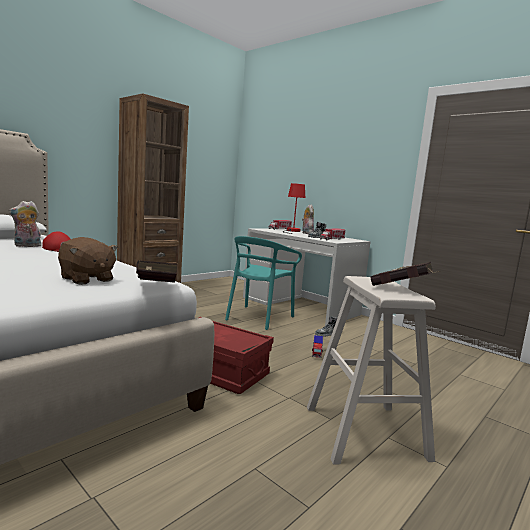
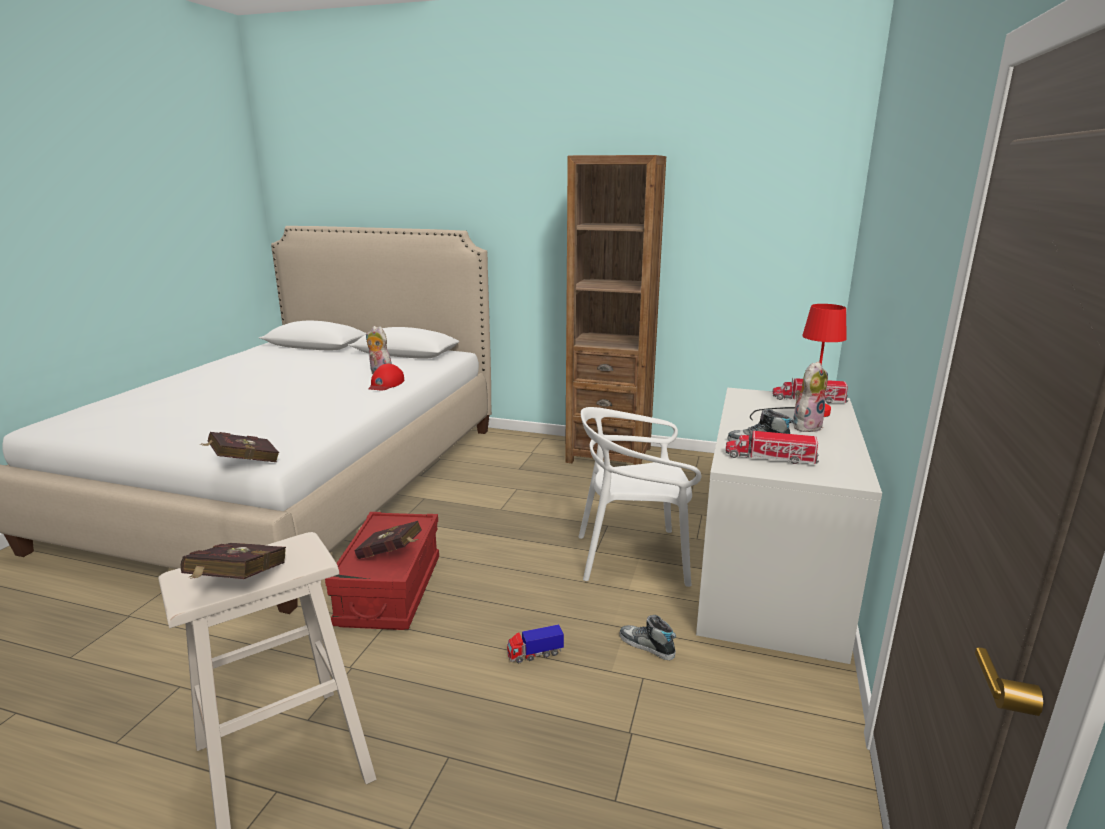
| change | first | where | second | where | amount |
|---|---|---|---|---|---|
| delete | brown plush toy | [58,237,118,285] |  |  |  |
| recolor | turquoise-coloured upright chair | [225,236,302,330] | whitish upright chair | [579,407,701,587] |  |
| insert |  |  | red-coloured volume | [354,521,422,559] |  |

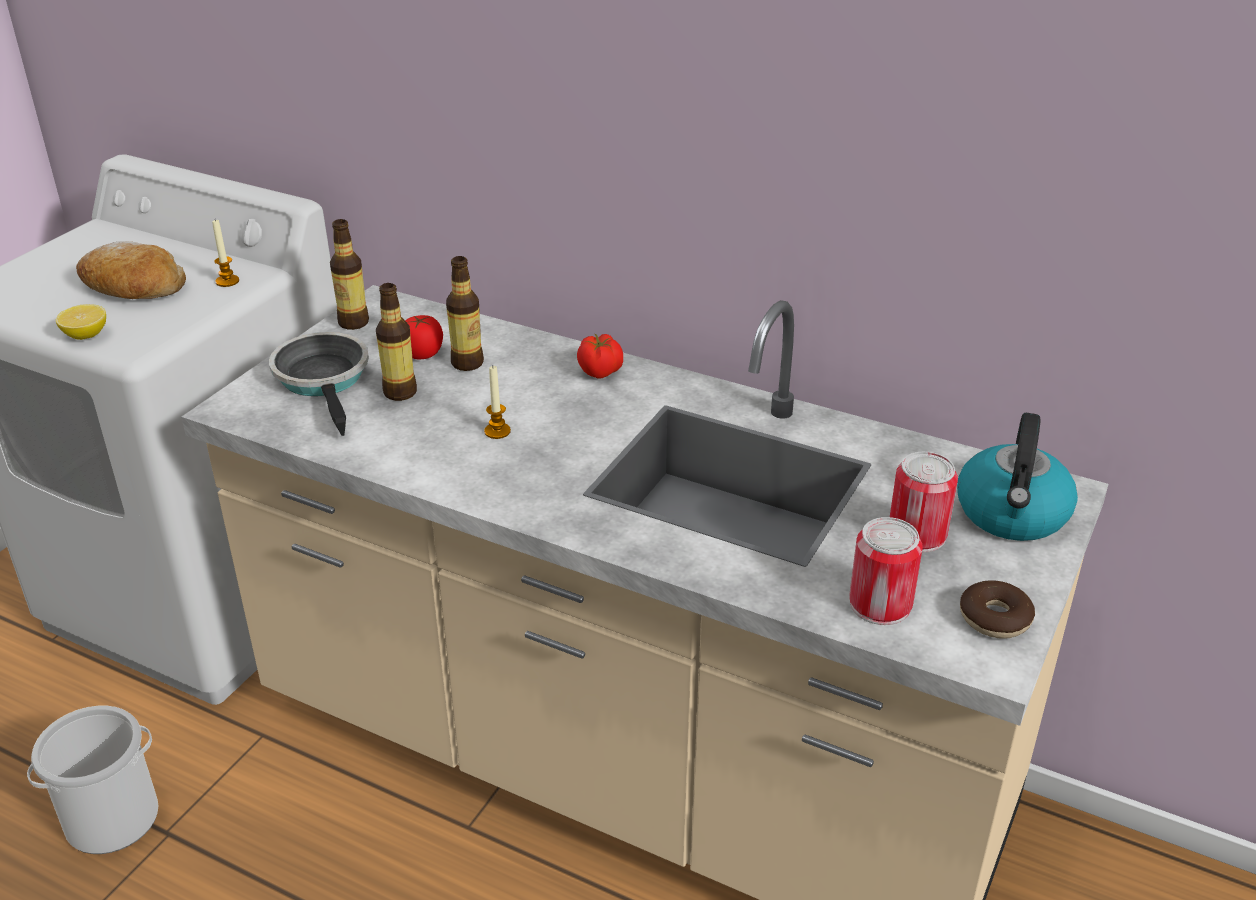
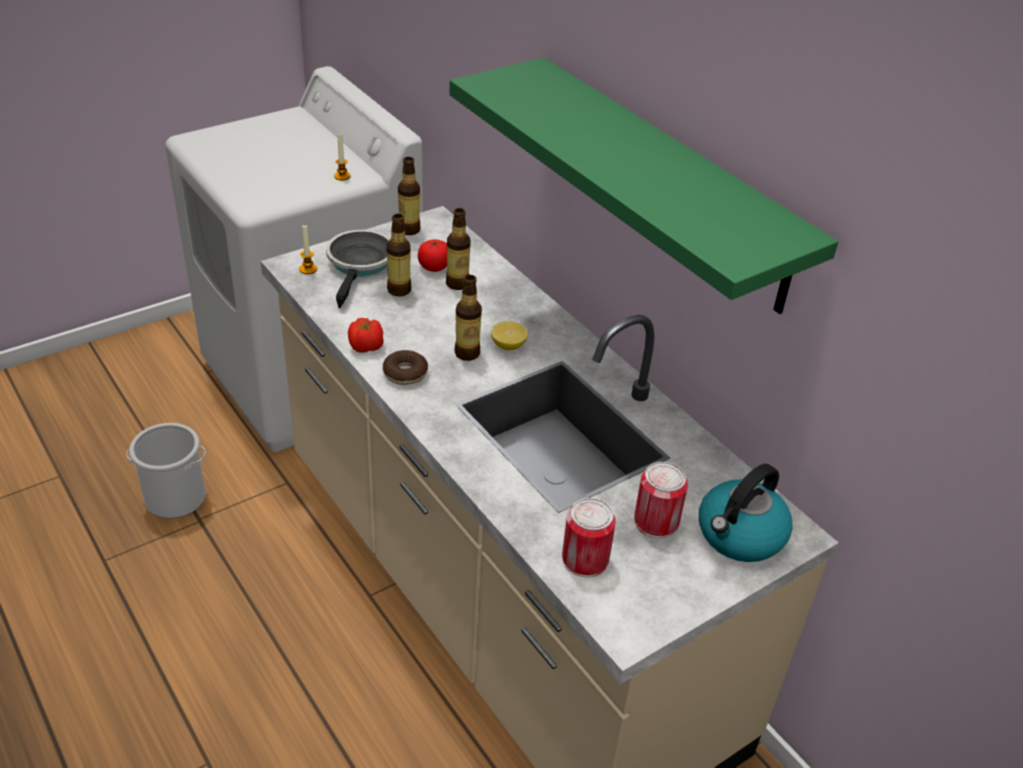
| change | first | where | second | where | amount |
|---|---|---|---|---|---|
| move | lemon | [56,304,106,340] |  | [491,321,528,350] |  |
| delete | bakery bread | [76,241,186,299] |  |  |  |
| move | wax light | [484,366,511,439] |  | [299,224,317,274] |  |
| move | whole tomato | [577,334,623,378] |  | [348,317,384,353] |  |
| move | doughnut | [960,580,1035,639] |  | [383,350,428,385] |  |
| insert |  |  | green wall shelf | [449,57,838,314] |  |
| insert |  |  | beverage bottle | [454,275,482,361] |  |

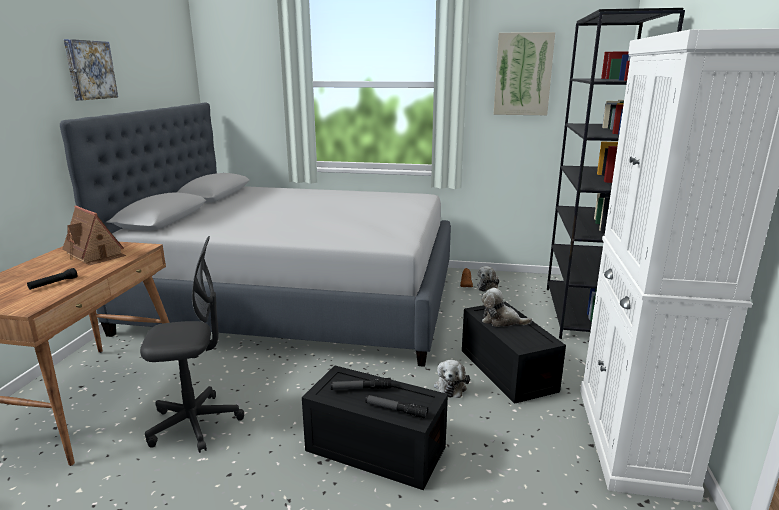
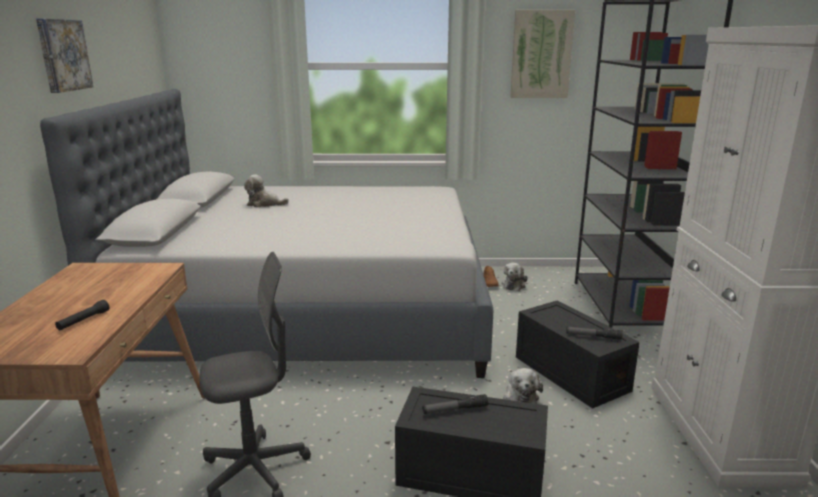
| change | first | where | second | where | amount |
|---|---|---|---|---|---|
| delete | miniature house | [62,206,126,265] |  |  |  |
| move | torch | [365,395,428,419] |  | [566,327,623,340] |  |
| move | plush toy | [481,288,532,327] |  | [244,175,289,207] |  |

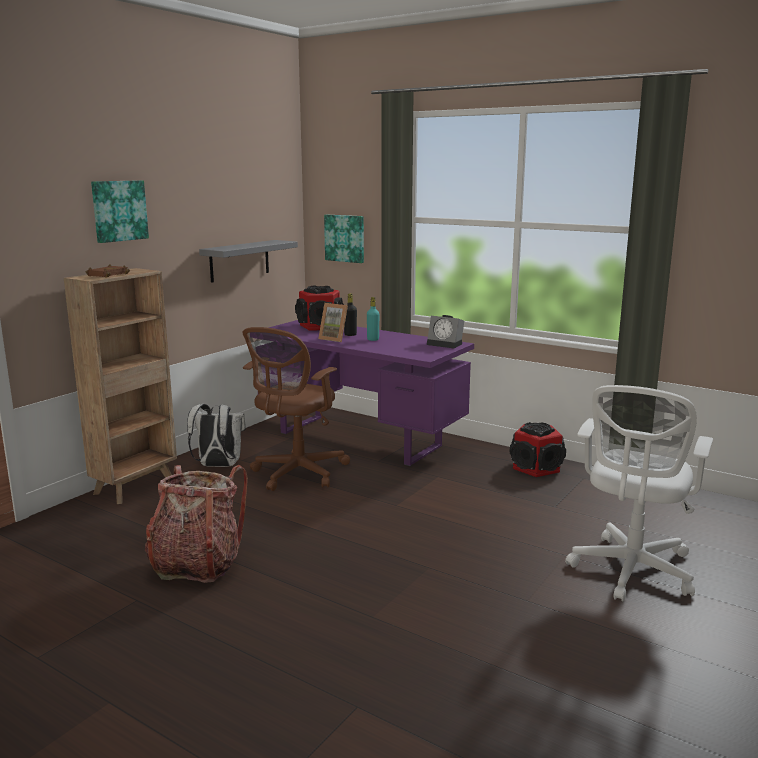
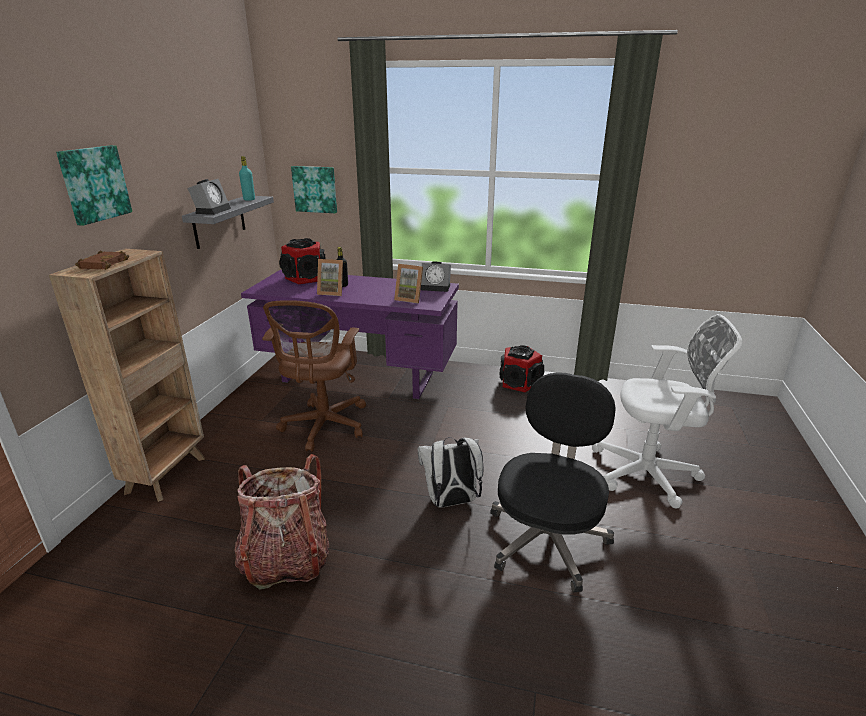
| change | first | where | second | where | amount |
|---|---|---|---|---|---|
| move | whitish knapsack | [187,404,246,467] |  | [418,437,483,508] |  |
| move | turquoise-coloured beverage bottle | [367,297,379,341] |  | [239,156,255,201] |  |
| rotate | whitish computer chair | [565,385,713,601] |  | [592,314,742,508] | 90 degrees counterclockwise |
| insert |  |  | table clock | [187,179,231,215] |  |
| insert |  |  | standing frame | [394,264,423,303] |  |
| insert |  |  | blackish computer chair | [490,372,616,592] |  |

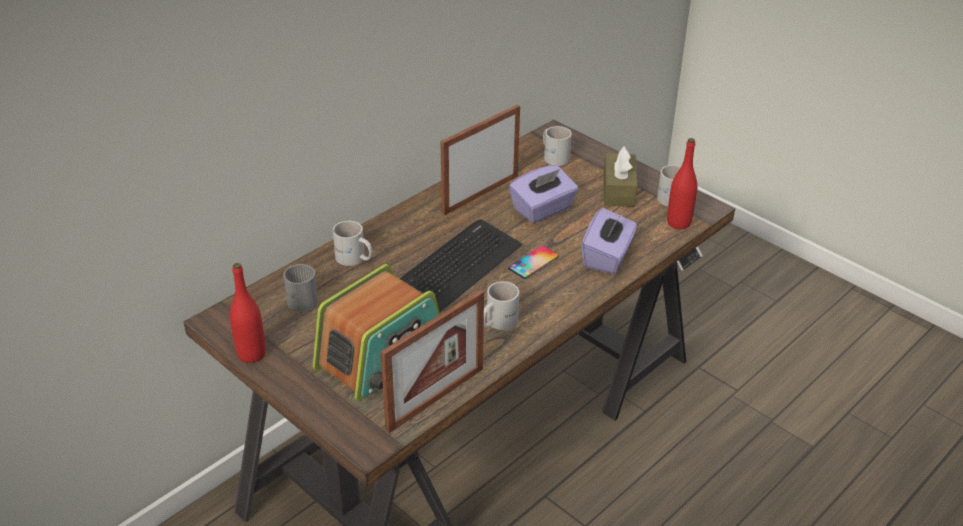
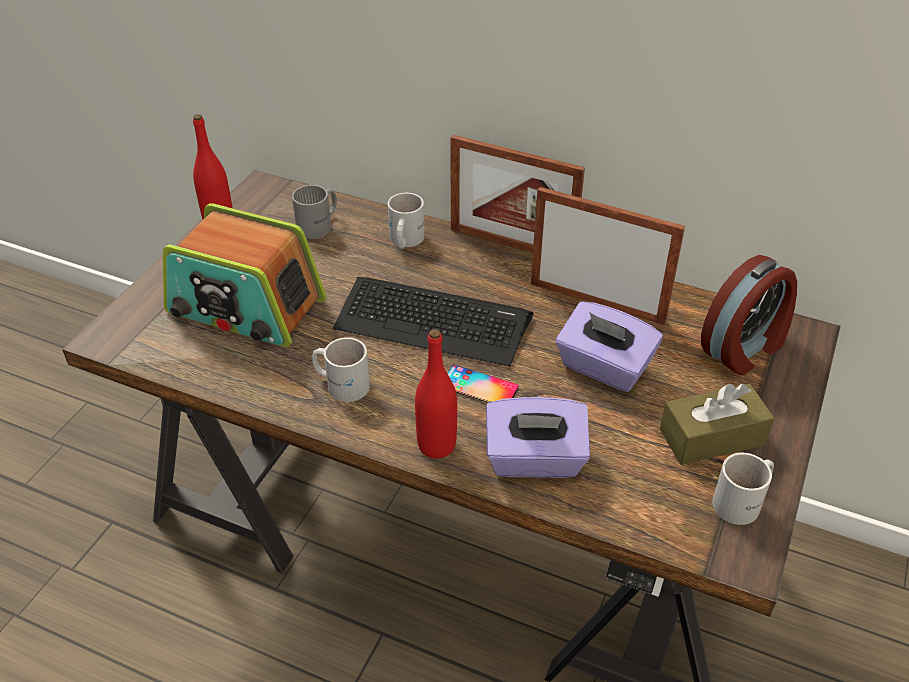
| change | first | where | second | where | amount |
|---|---|---|---|---|---|
| move | standing frame | [380,290,484,433] |  | [450,135,585,253] |  |
| replace | whitish mug | [543,126,572,166] | table clock | [701,255,797,375] |  |
| move | red-coloured beverage bottle | [667,138,697,230] |  | [415,329,457,458] |  |

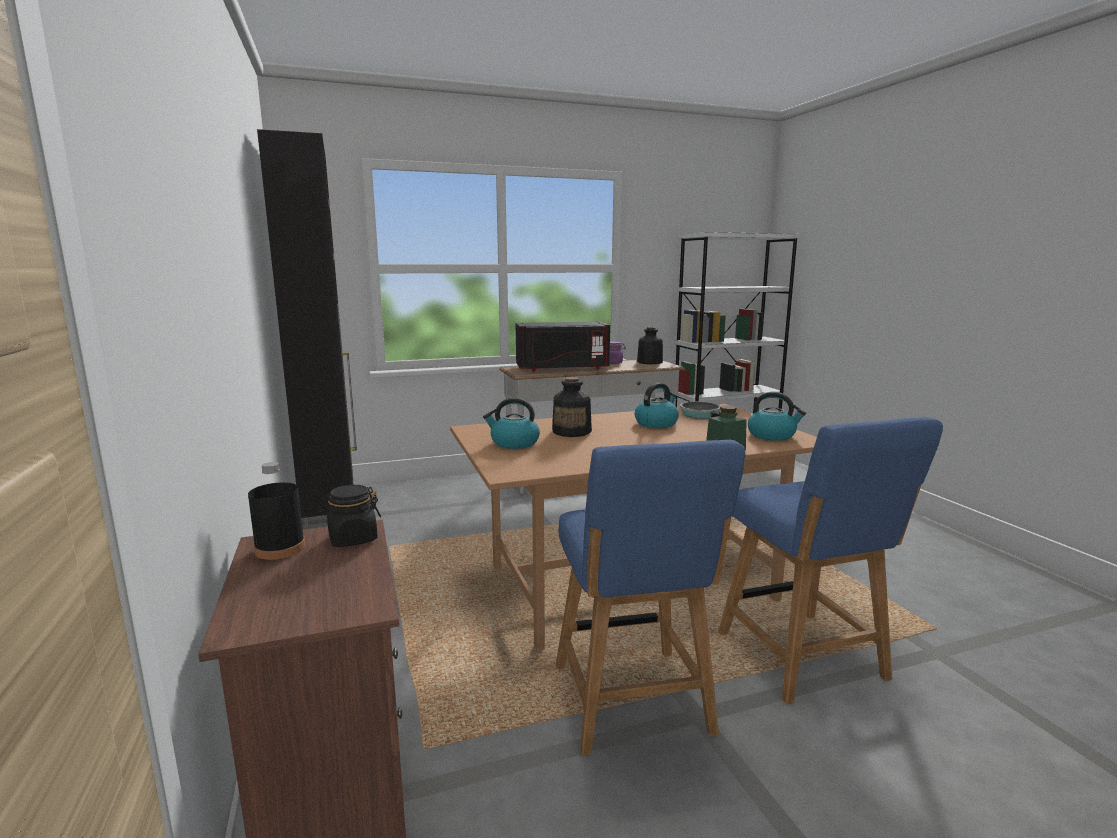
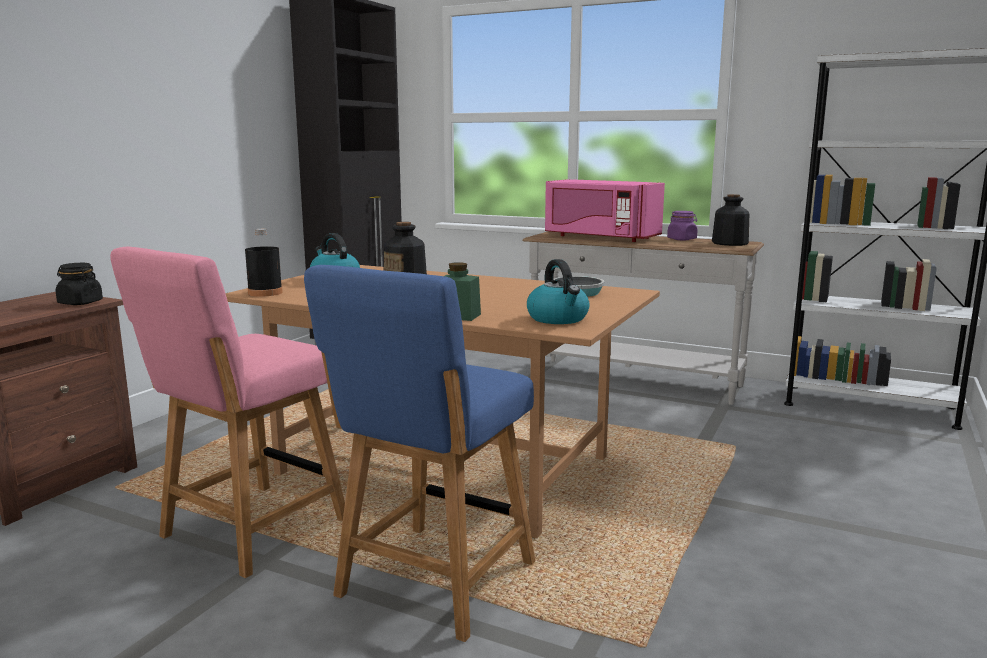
| change | first | where | second | where | amount |
|---|---|---|---|---|---|
| move | blackish beverage bottle | [248,462,305,560] |  | [245,229,283,297] |  |
| recolor | blackish microwave oven | [516,322,610,371] | pinkish microwave oven | [545,179,665,242] |  |
| recolor | blue-coloured upright chair | [556,440,745,755] | pinkish upright chair | [110,247,345,578] |  |
| delete | kettle | [635,383,679,428] |  |  |  |

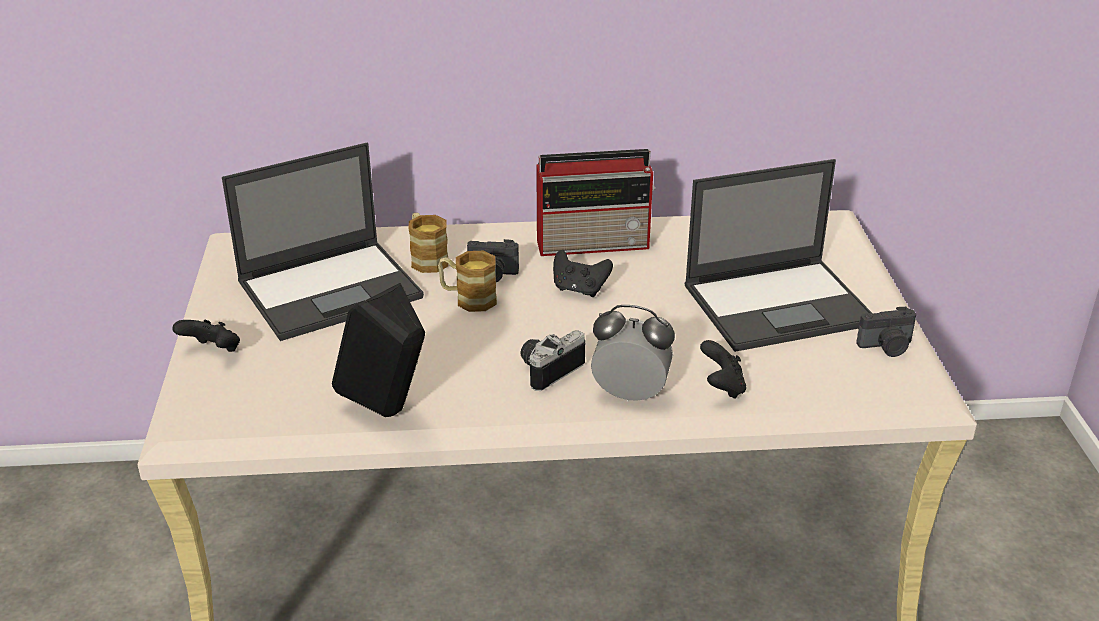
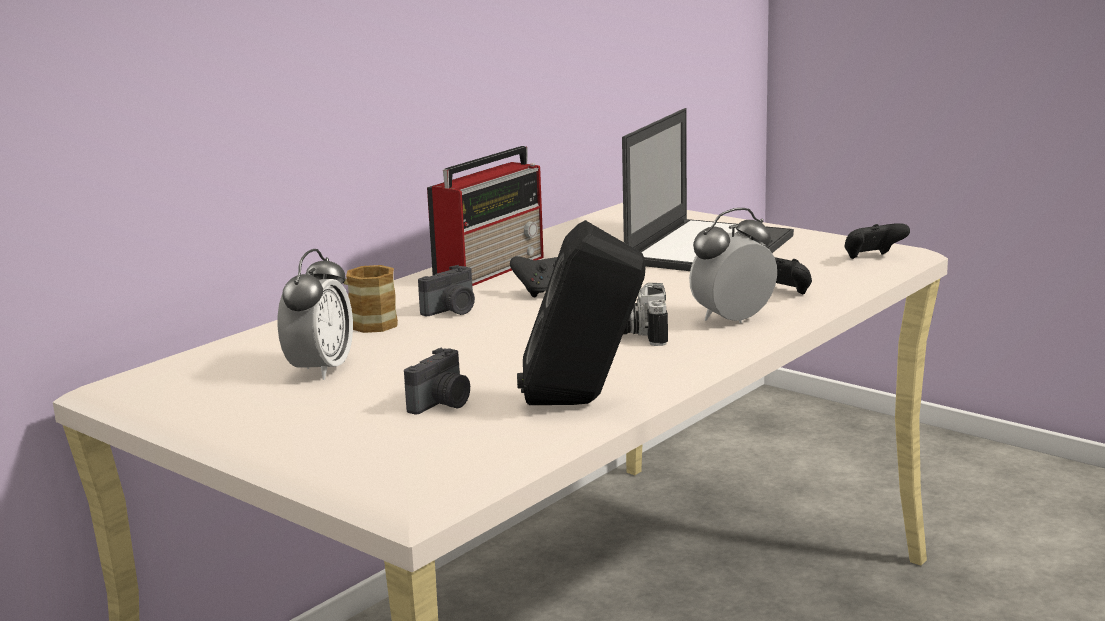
| change | first | where | second | where | amount |
|---|---|---|---|---|---|
| move | blackish gamepad | [172,320,240,352] |  | [844,223,910,259] |  |
| replace | laptop | [222,142,424,341] | table clock | [278,249,353,380] |  |
| delete | mug | [438,251,497,312] |  |  |  |
| move | still camera | [856,307,916,357] |  | [404,347,470,414] |  |

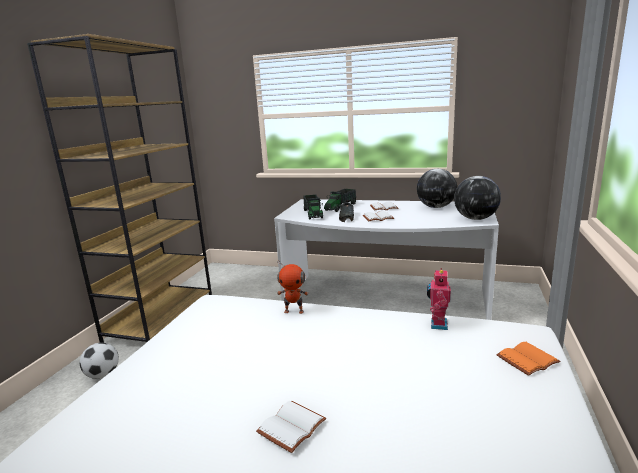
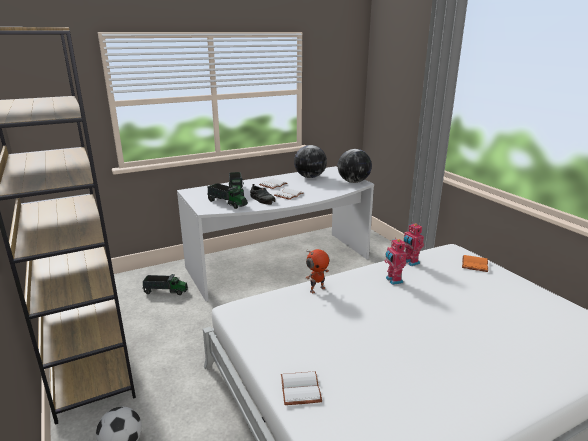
| change | first | where | second | where | amount |
|---|---|---|---|---|---|
| move | whitish volume | [256,401,326,453] |  | [281,371,322,405] |  |
| insert |  |  | toy truck | [143,274,188,295] |  |
| insert |  |  | toy robot | [385,237,407,285] |  |

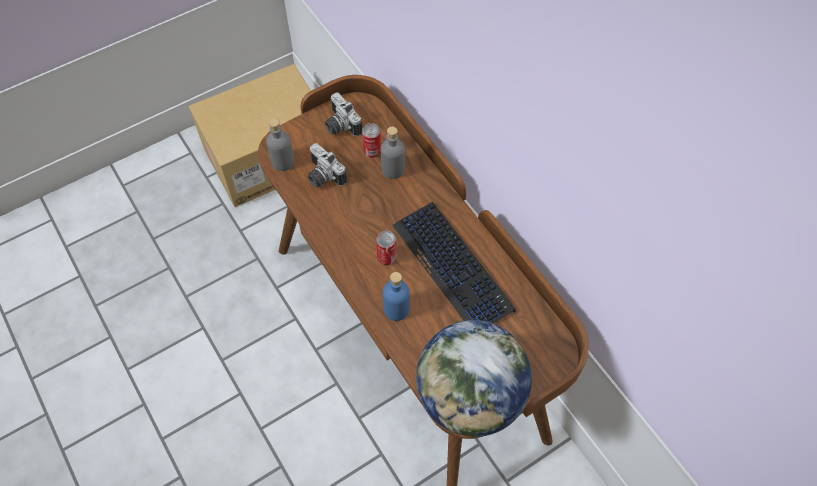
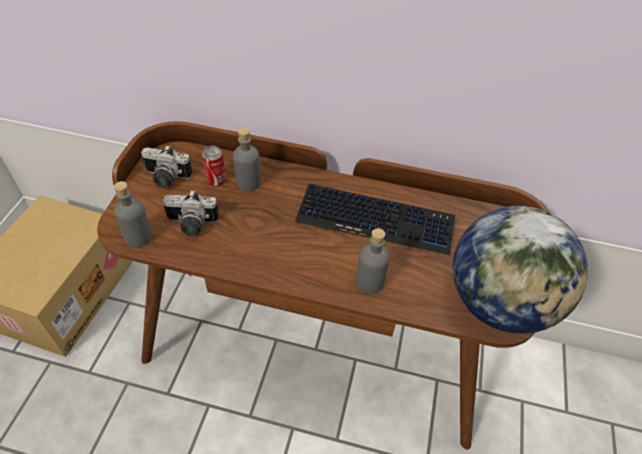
| change | first | where | second | where | amount |
|---|---|---|---|---|---|
| delete | metal can | [376,231,397,265] |  |  |  |
| recolor | blue-coloured beverage bottle | [383,272,410,321] | grey beverage bottle | [356,228,390,294] |  |

